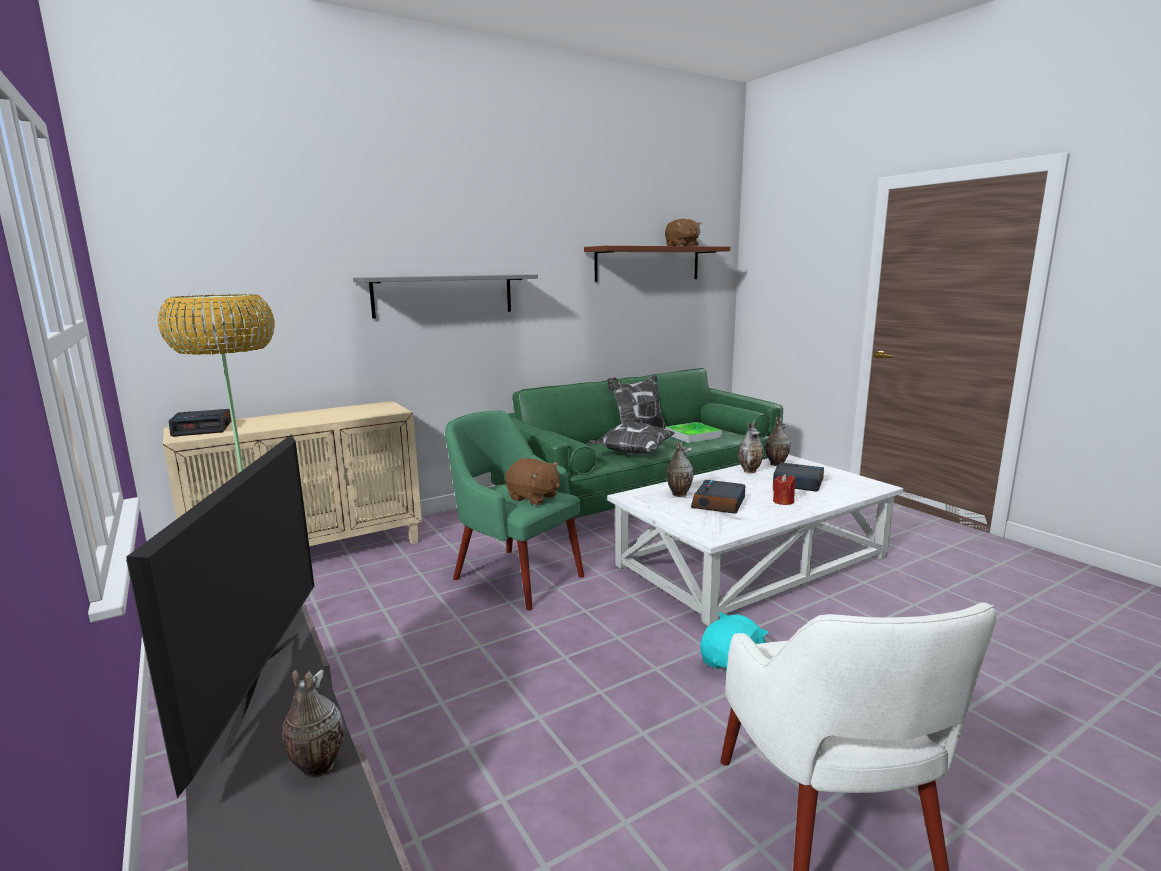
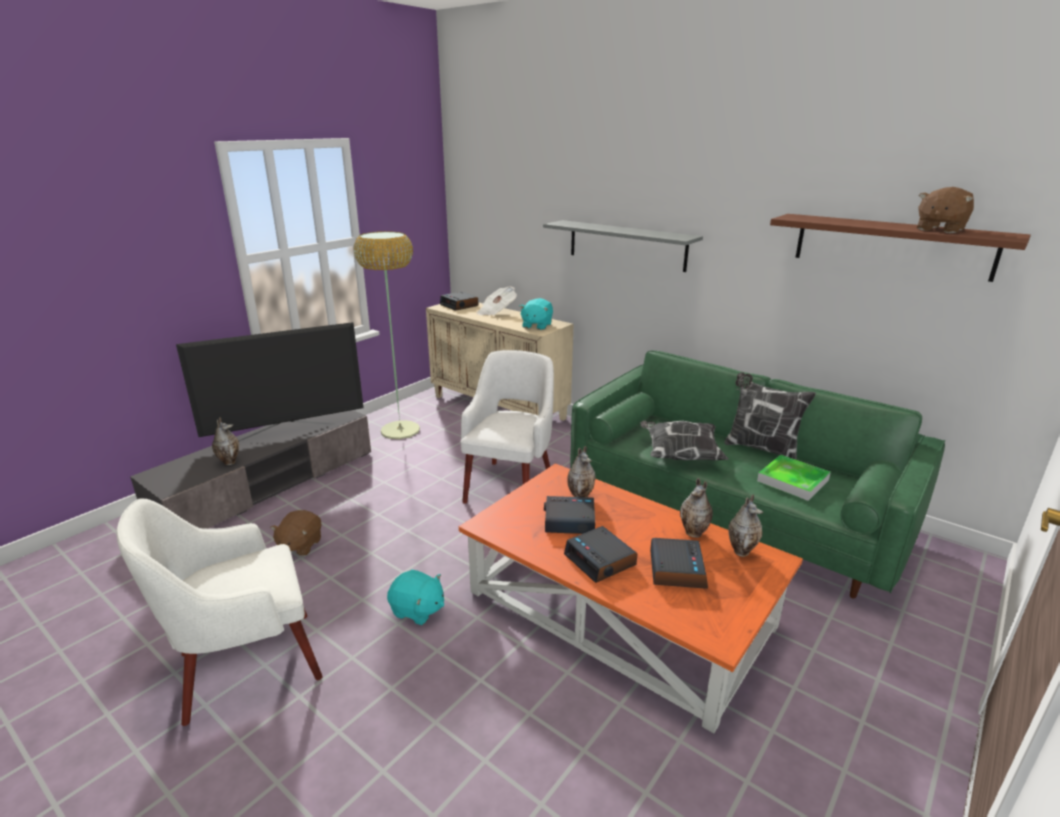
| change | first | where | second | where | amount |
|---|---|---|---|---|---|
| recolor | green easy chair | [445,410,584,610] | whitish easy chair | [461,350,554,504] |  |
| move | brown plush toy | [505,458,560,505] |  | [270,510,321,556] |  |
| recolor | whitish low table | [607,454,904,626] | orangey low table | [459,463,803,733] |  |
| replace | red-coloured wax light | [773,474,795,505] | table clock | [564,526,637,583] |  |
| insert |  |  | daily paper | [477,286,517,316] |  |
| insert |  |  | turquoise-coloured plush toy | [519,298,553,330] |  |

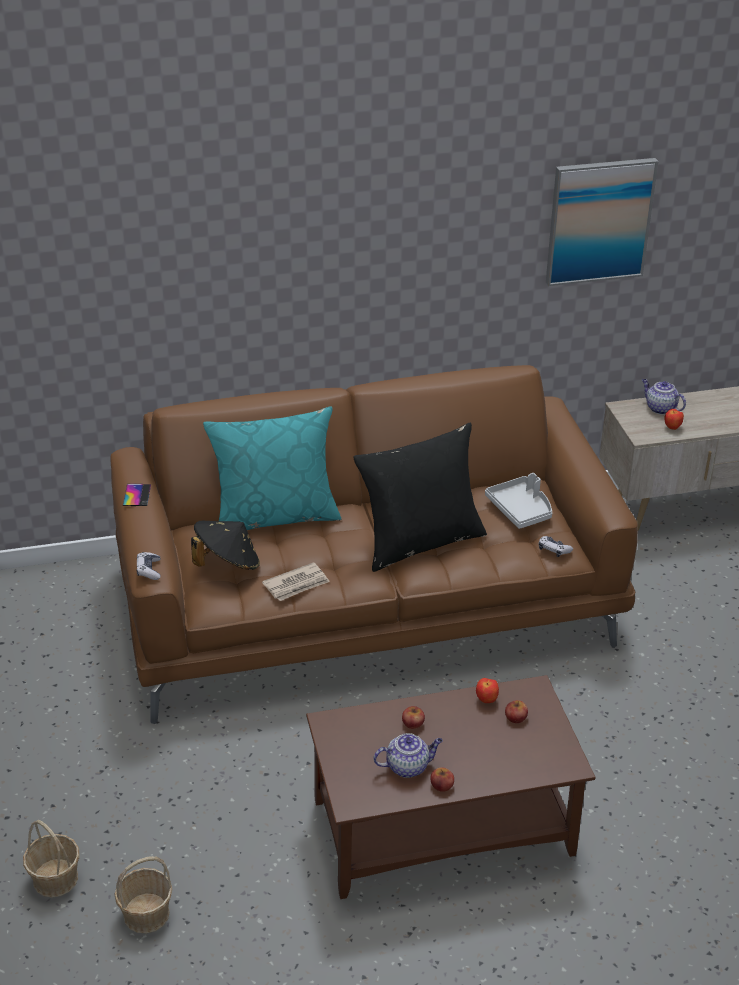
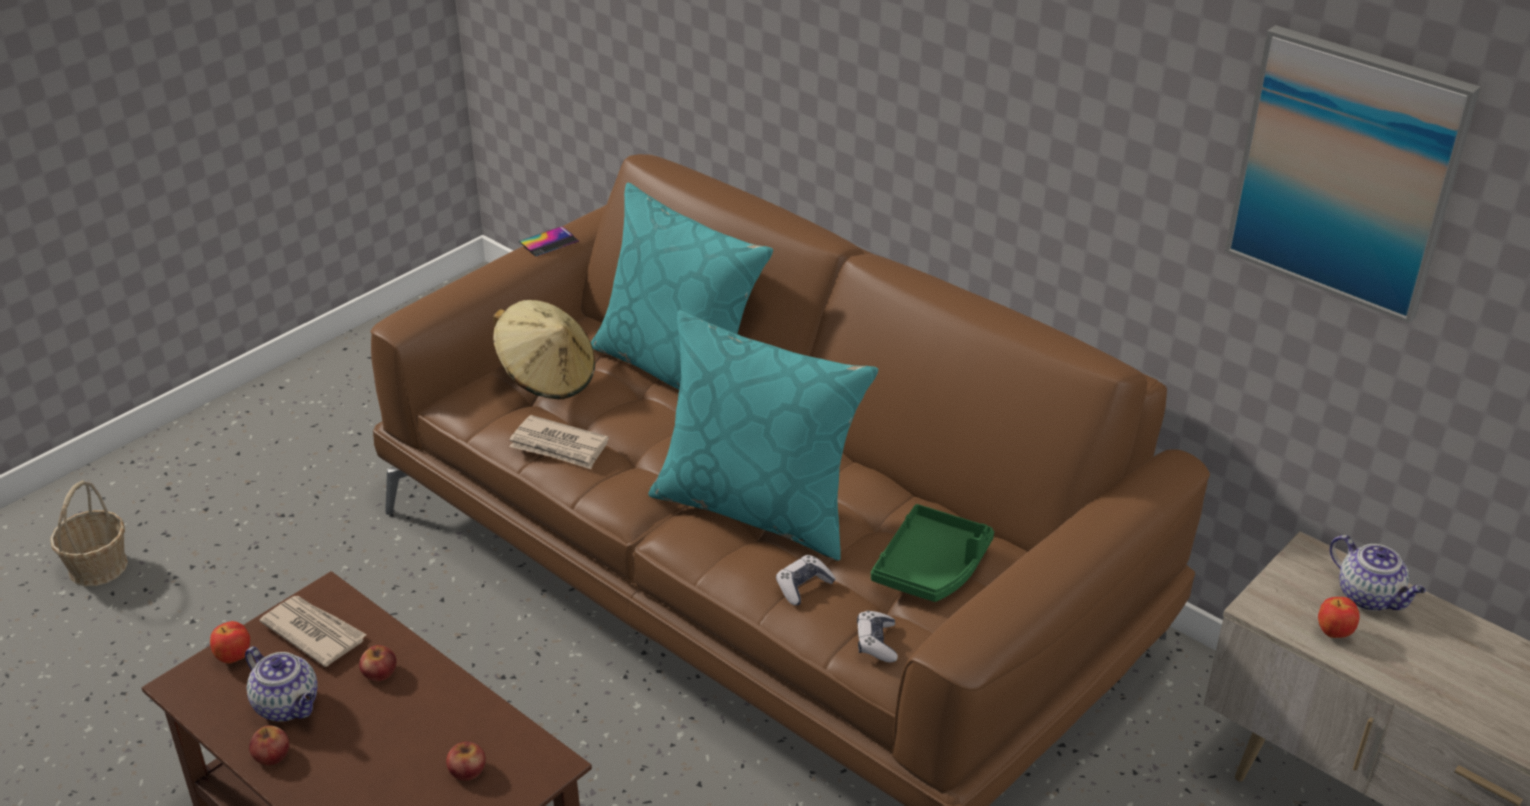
| change | first | where | second | where | amount |
|---|---|---|---|---|---|
| delete | storage basket | [114,856,173,934] |  |  |  |
| move | gamepad | [137,552,161,580] |  | [776,555,836,606] |  |
| recolor | blackish clothing hat | [191,521,260,570] | sand-coloured clothing hat | [493,300,595,399] |  |
| recolor | blackish pillow | [353,423,487,572] | turquoise-coloured pillow | [648,310,878,561] |  |
| move | apple | [476,678,499,703] |  | [210,621,250,664] |  |
| recolor | grey carrying tray | [485,473,552,529] | green carrying tray | [871,504,994,602] |  |
| rotate | teapot | [642,379,686,415] |  | [1330,535,1426,611] | 135 degrees clockwise |
| insert |  |  | daily paper | [259,596,367,667] |  |

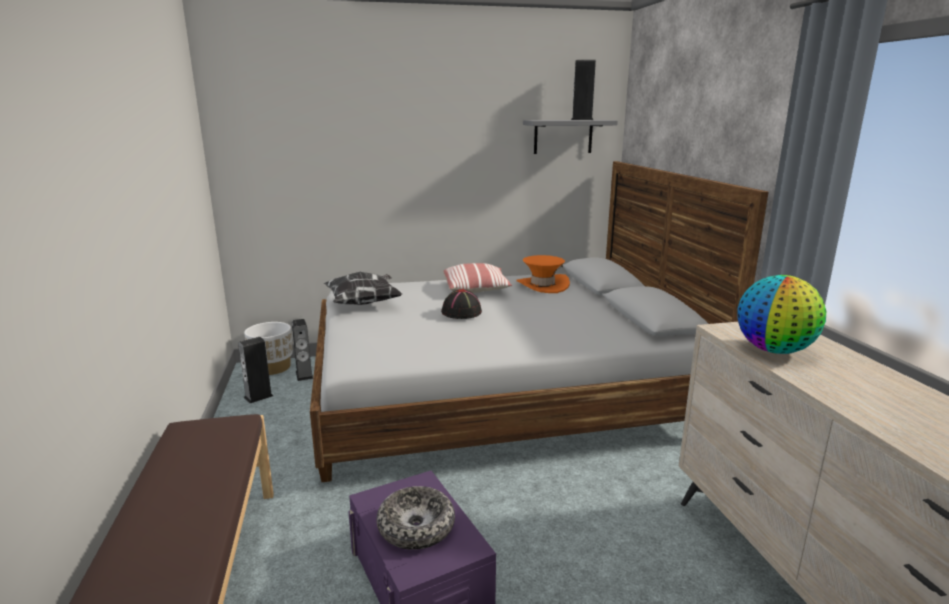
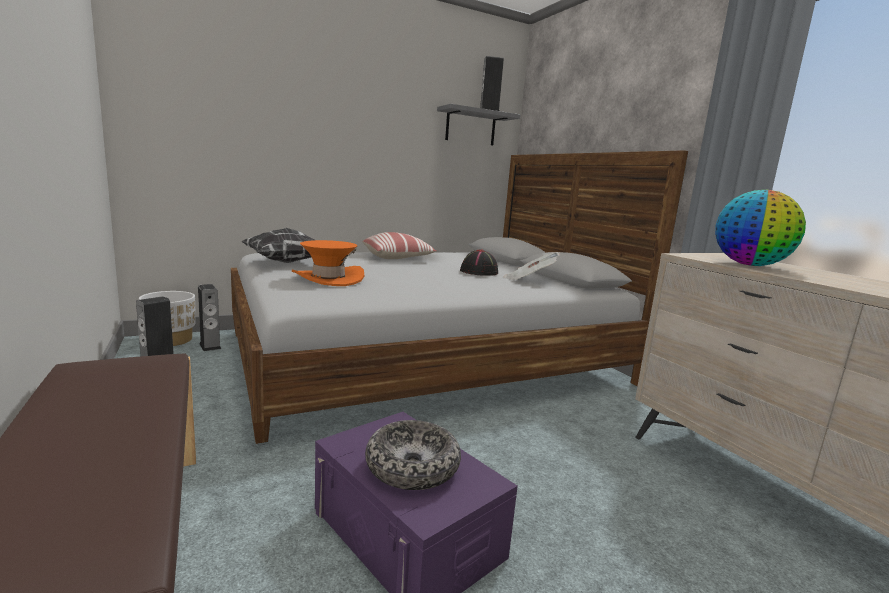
| change | first | where | second | where | amount |
|---|---|---|---|---|---|
| move | blackish clothing hat | [441,289,482,319] |  | [460,249,498,276] |  |
| move | orangey clothing hat | [516,255,570,293] |  | [292,240,364,286] |  |
| insert |  |  | daily paper | [503,253,560,280] |  |

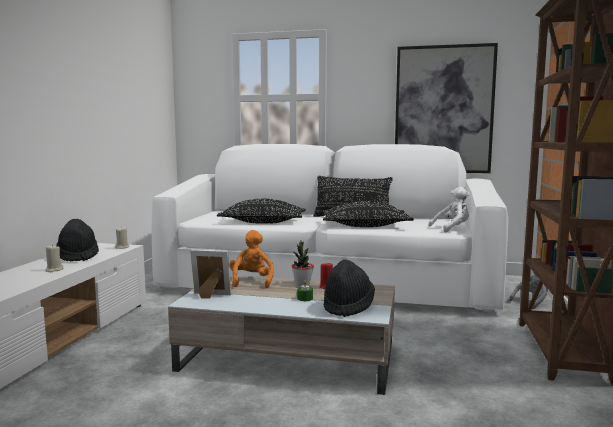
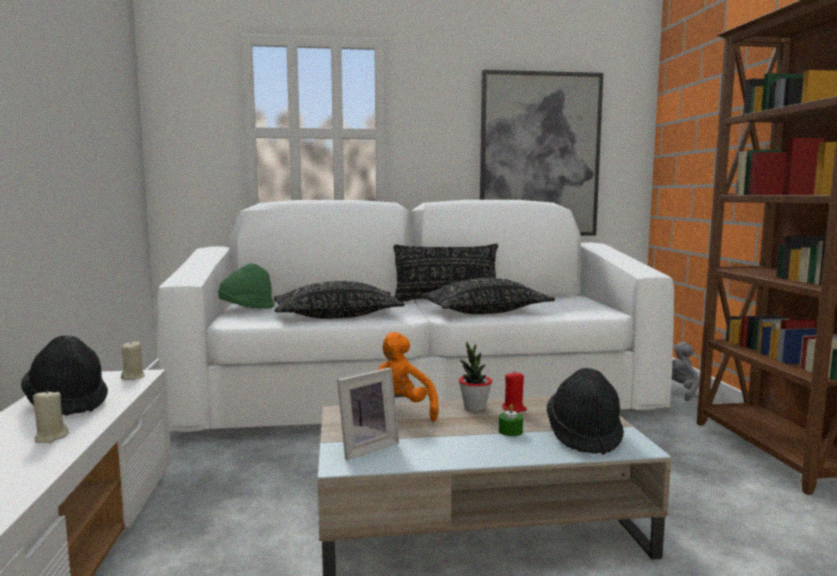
| change | first | where | second | where | amount |
|---|---|---|---|---|---|
| rotate | standing frame | [190,249,231,299] |  | [337,368,399,460] | 150 degrees clockwise |
| delete | whitish plush toy | [428,187,470,233] |  |  |  |
| insert |  |  | green clothing hat | [218,263,274,309] |  |

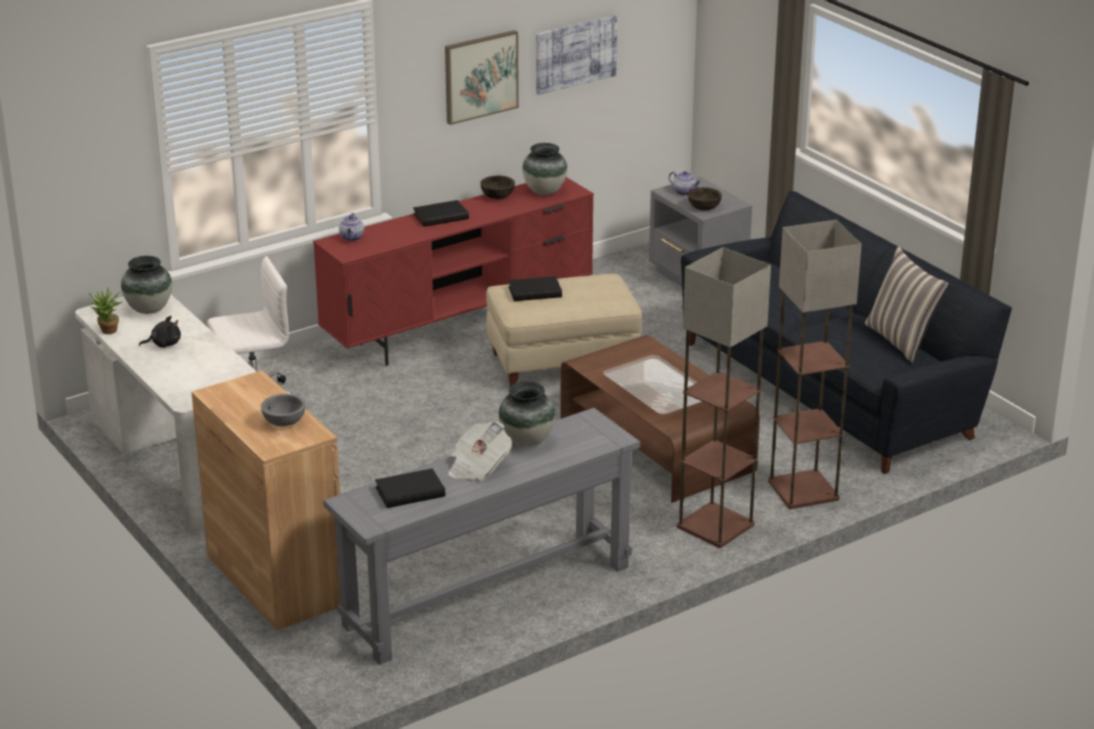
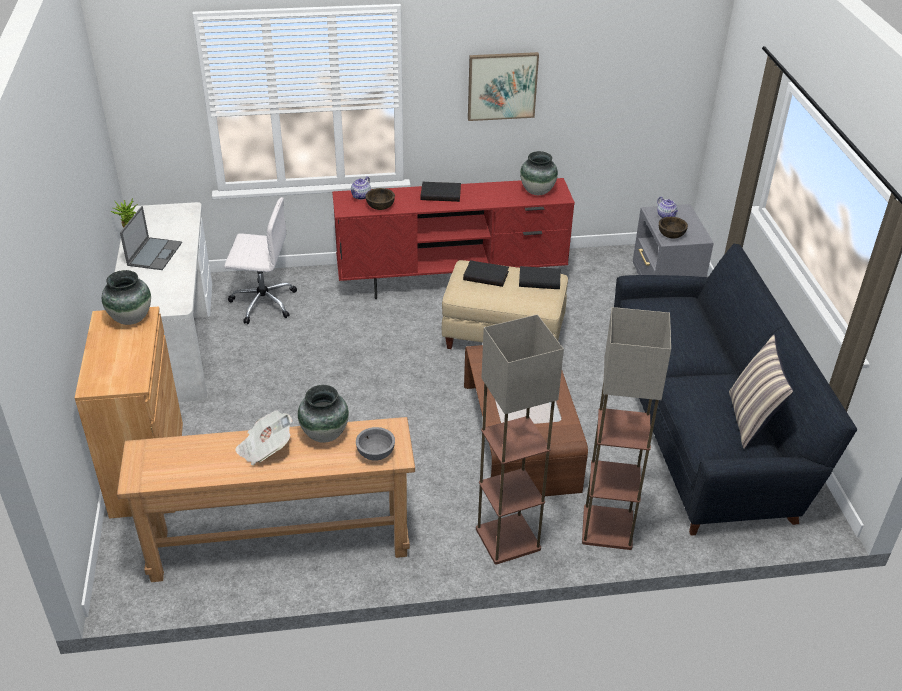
| change | first | where | second | where | amount |
|---|---|---|---|---|---|
| move | flower vase | [121,256,172,314] |  | [102,270,151,325] |  |
| replace | blackish plush toy | [139,316,181,348] | laptop | [120,206,182,270] |  |
| move | grey serving bowl | [261,394,305,426] |  | [356,427,395,461] |  |
| recolor | grey narrow table | [323,408,640,665] | brown narrow table | [117,417,415,582] |  |
| move | blackish volume | [375,468,445,508] |  | [519,266,560,289] |  |
| move | brown serving bowl | [480,176,515,199] |  | [366,188,395,210] |  |
| delete | picture | [536,15,617,95] |  |  |  |

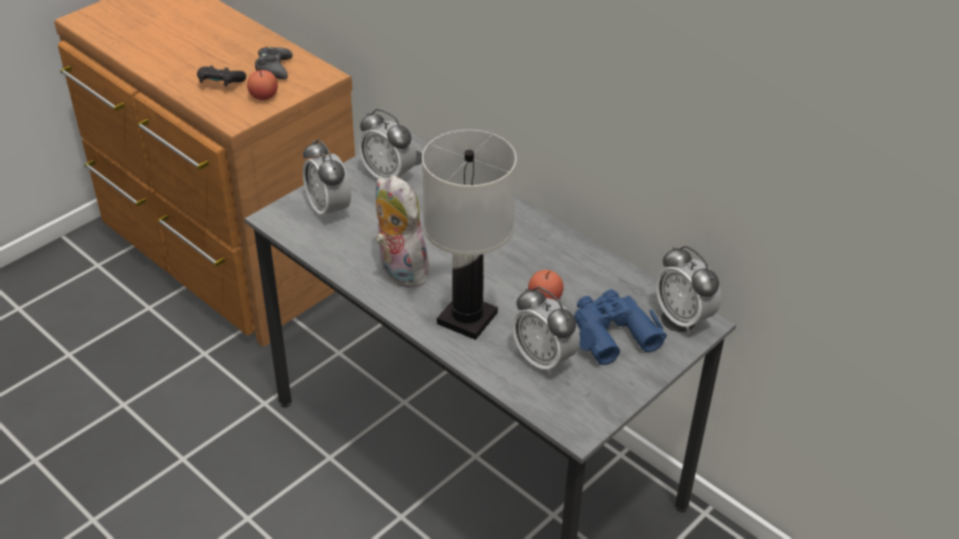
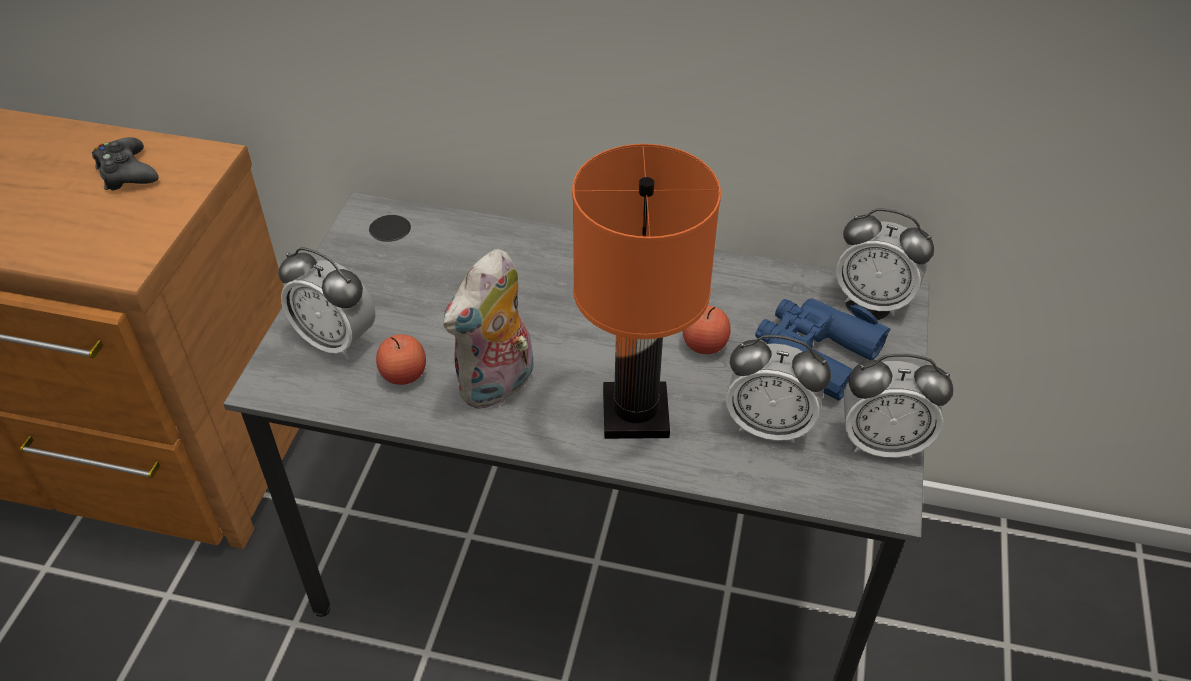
| change | first | where | second | where | amount |
|---|---|---|---|---|---|
| delete | blackish gamepad | [197,66,246,86] |  |  |  |
| move | apple | [247,67,278,100] |  | [376,334,426,385] |  |
| move | table clock | [358,109,417,179] |  | [844,354,953,458] |  |
| rotate | plush toy | [375,175,432,288] |  | [443,249,534,409] | 75 degrees counterclockwise |
| recolor | whitish lamp for a table | [422,130,517,340] | orangey lamp for a table | [572,144,721,439] |  |

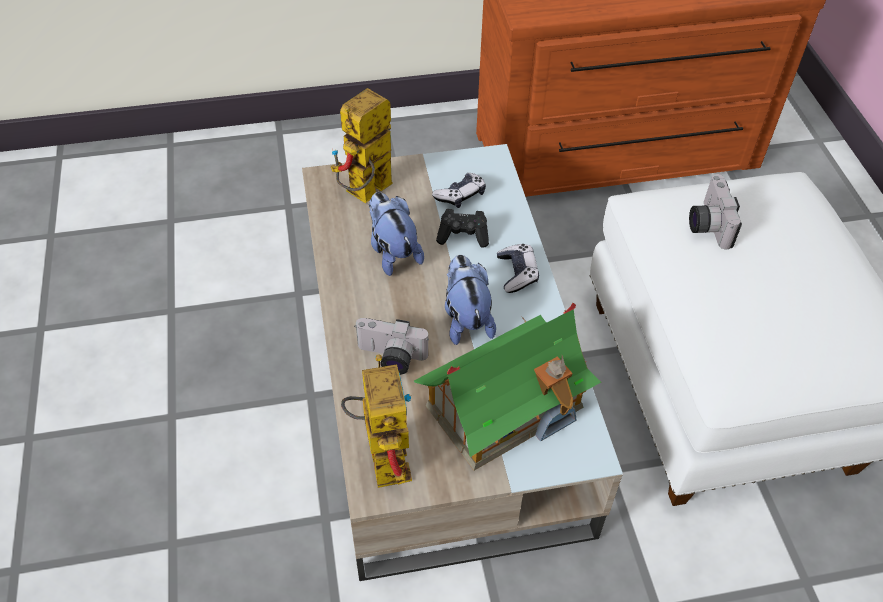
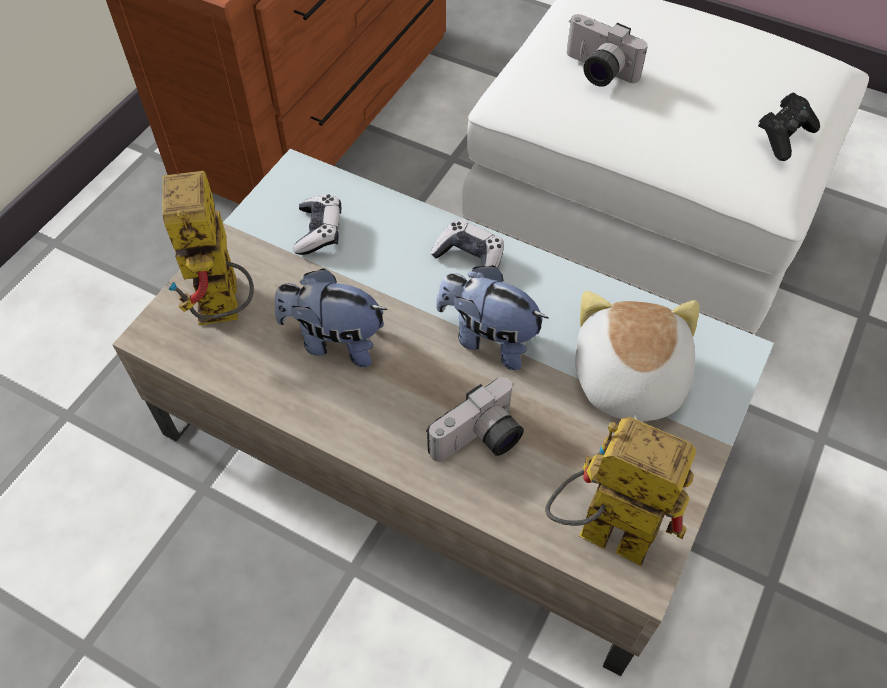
| change | first | where | second | where | amount |
|---|---|---|---|---|---|
| replace | miniature house | [414,303,601,470] | plush toy | [575,291,700,421] |  |
| move | blackish gamepad | [436,209,489,248] |  | [758,93,820,161] |  |

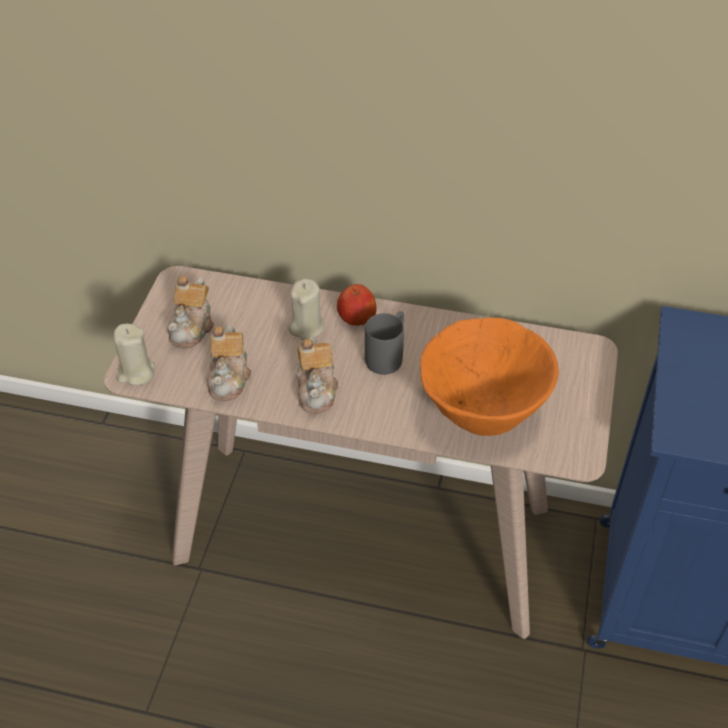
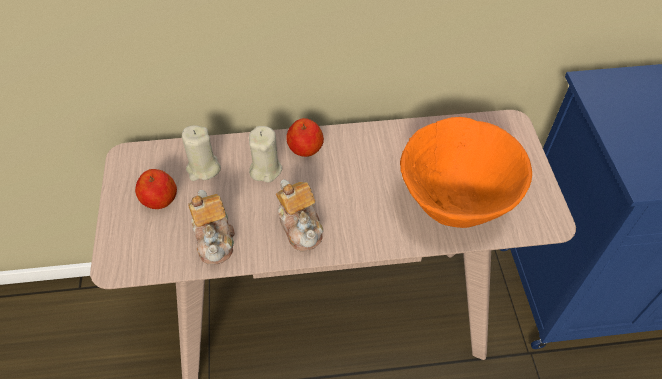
| change | first | where | second | where | amount |
|---|---|---|---|---|---|
| move | sand-coloured wax light | [114,324,155,386] |  | [182,125,221,181] |  |
| replace | teapot | [167,276,214,349] | apple | [135,169,177,209] |  |
| delete | grey mug | [365,311,404,375] |  |  |  |

